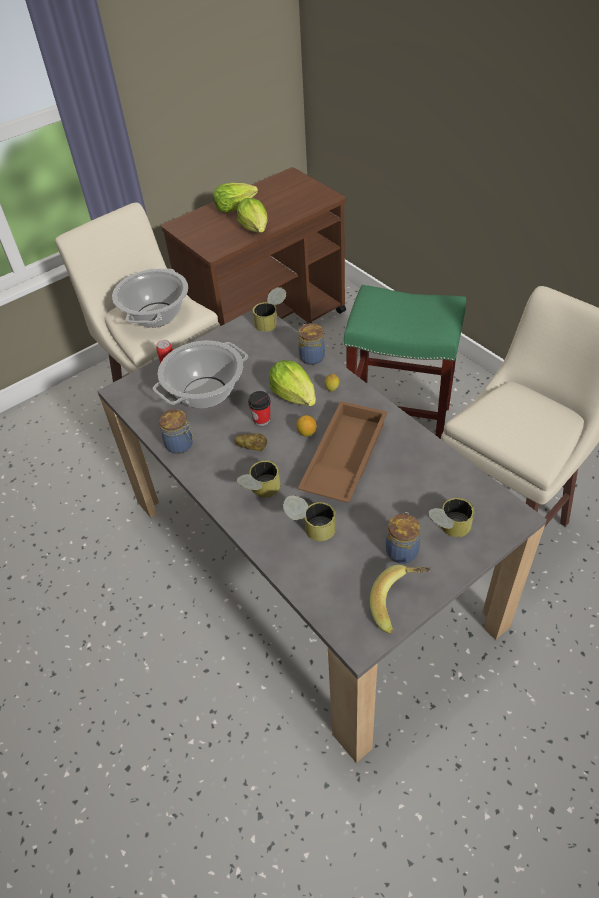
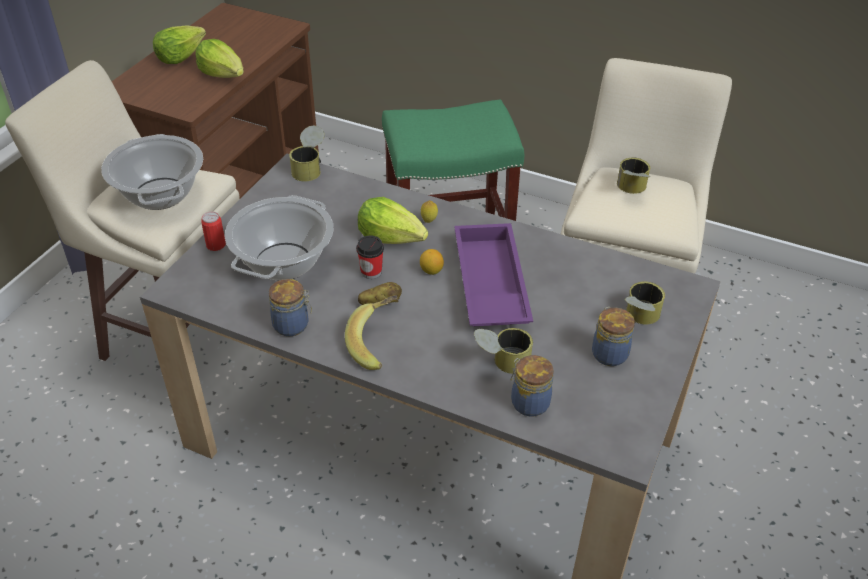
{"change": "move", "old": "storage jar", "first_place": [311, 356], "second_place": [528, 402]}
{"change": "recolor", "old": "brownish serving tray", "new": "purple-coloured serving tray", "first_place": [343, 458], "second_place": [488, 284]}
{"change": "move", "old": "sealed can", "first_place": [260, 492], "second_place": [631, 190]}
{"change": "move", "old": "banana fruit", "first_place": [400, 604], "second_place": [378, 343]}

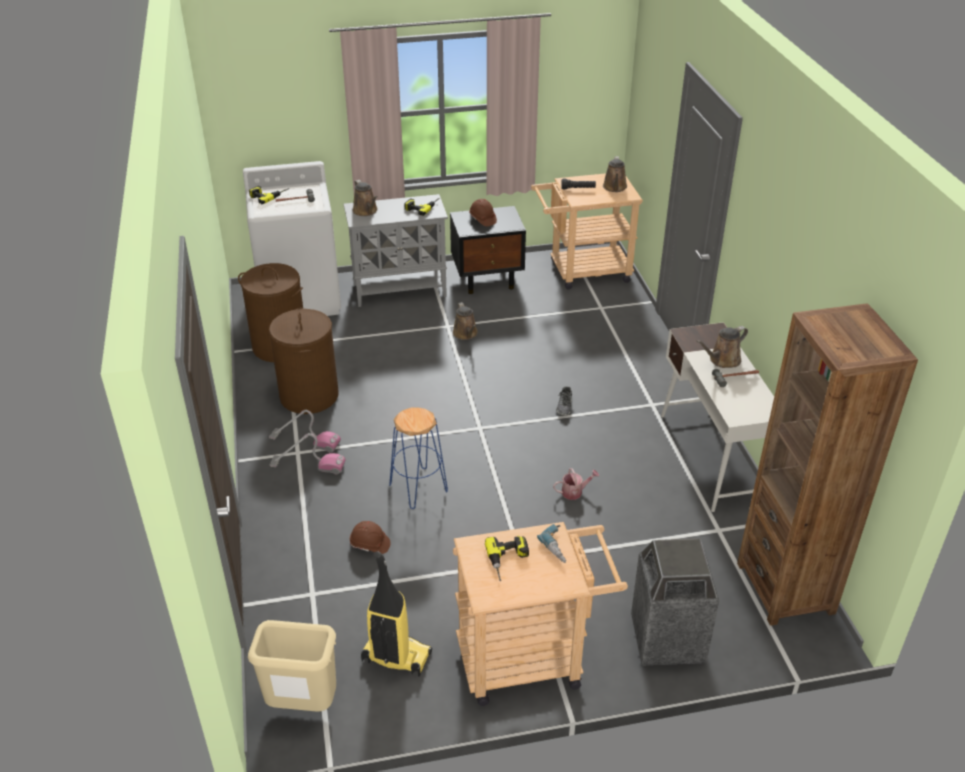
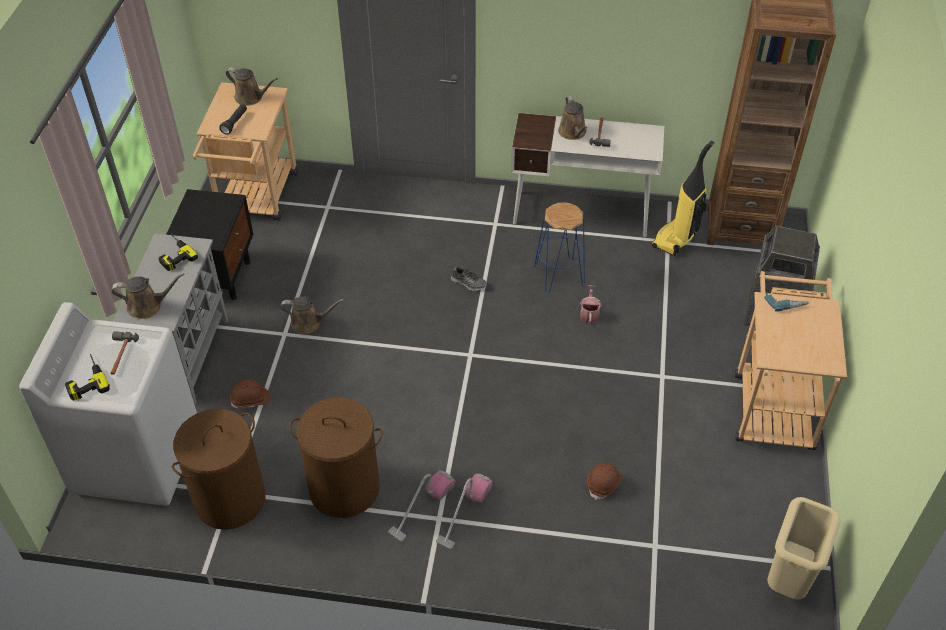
{"change": "move", "old": "brownish safety helmet", "first_place": [482, 219], "second_place": [250, 400]}
{"change": "move", "old": "bluish stool seat", "first_place": [418, 488], "second_place": [558, 275]}
{"change": "delete", "old": "electric drill", "first_place": [509, 561]}
{"change": "move", "old": "vacuum cleaner", "first_place": [395, 657], "second_place": [676, 239]}

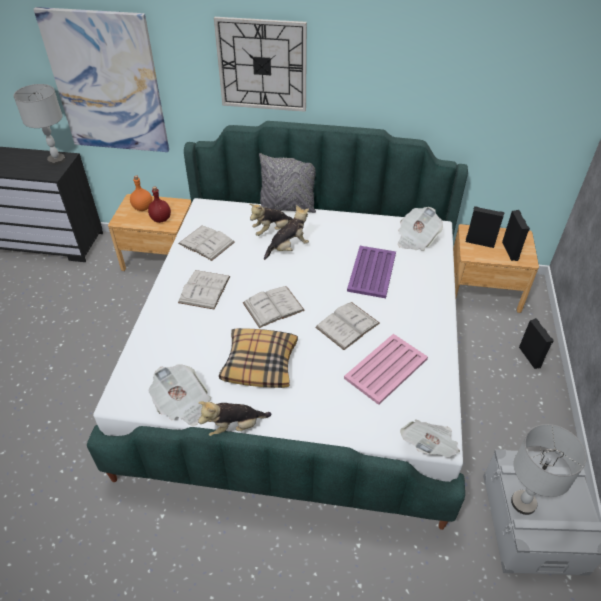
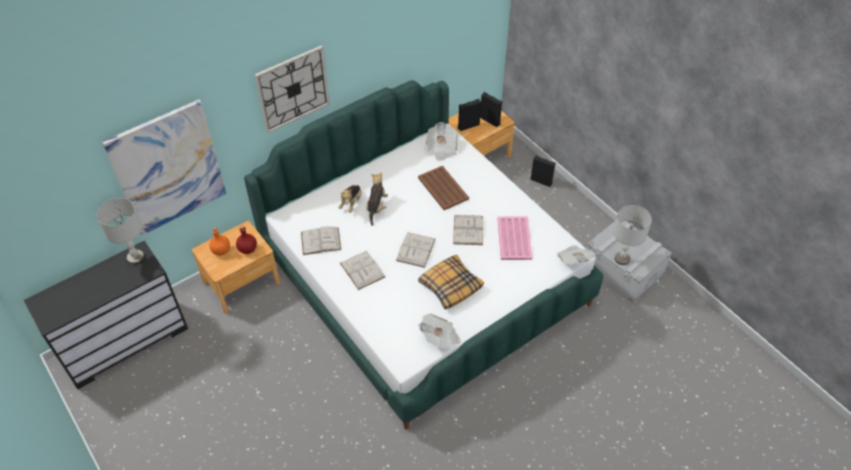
{"change": "delete", "old": "grey pillow", "first_place": [287, 208]}
{"change": "recolor", "old": "purple-coloured serving tray", "new": "brownish serving tray", "first_place": [372, 271], "second_place": [443, 188]}
{"change": "delete", "old": "plush toy", "first_place": [234, 427]}

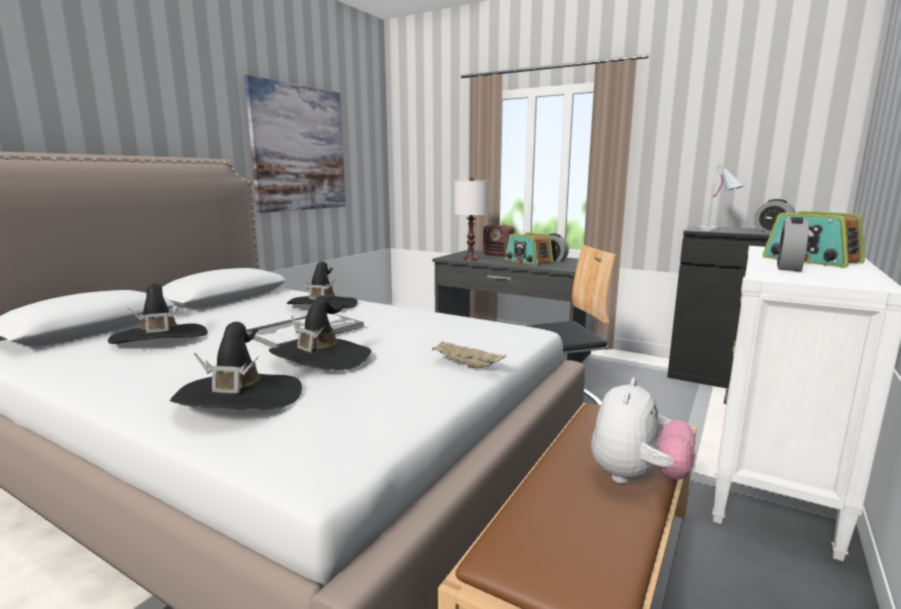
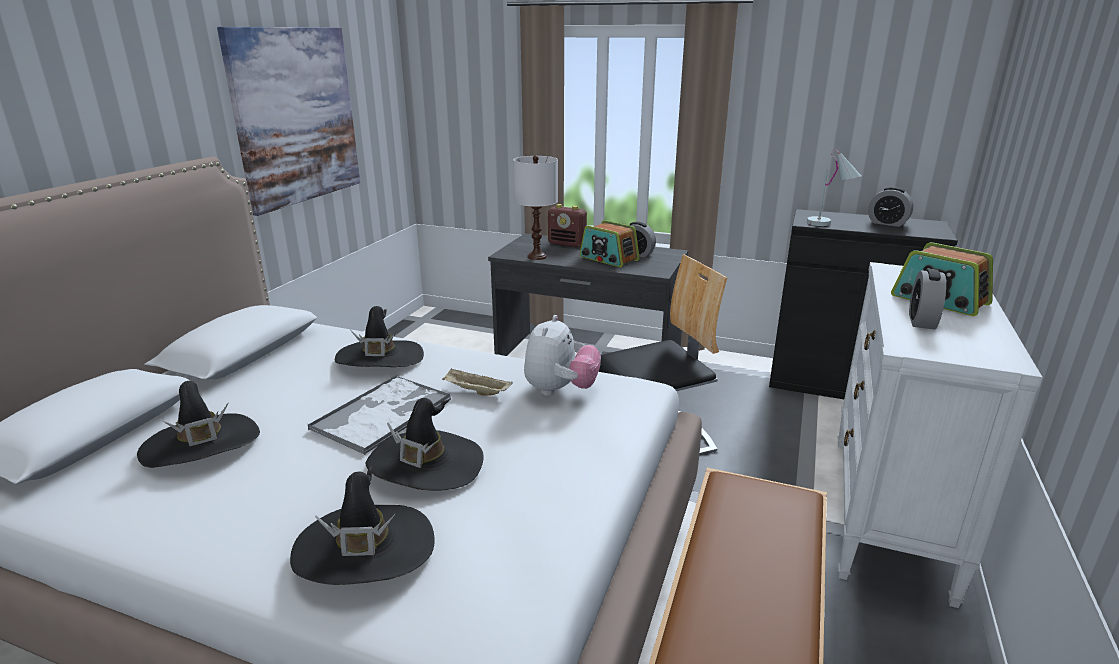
{"change": "move", "old": "sand-coloured serving tray", "first_place": [466, 365], "second_place": [476, 392]}
{"change": "move", "old": "plush toy", "first_place": [636, 477], "second_place": [560, 390]}

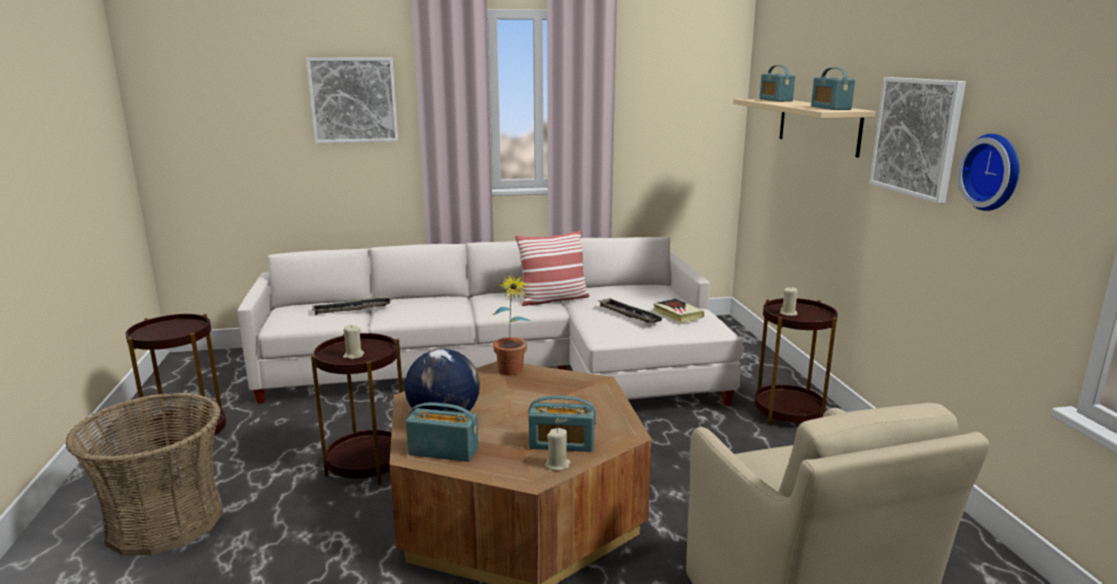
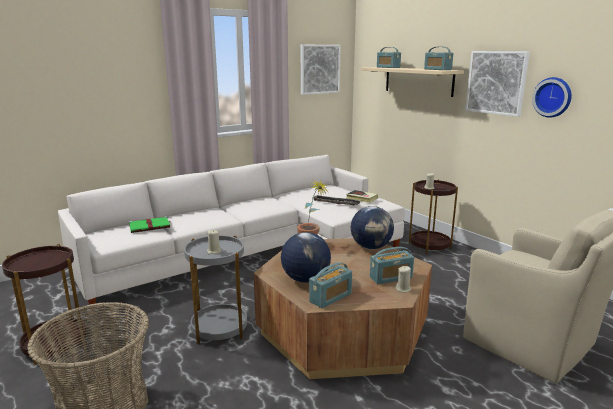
{"change": "move", "old": "wall picture", "first_place": [353, 100], "second_place": [319, 69]}
{"change": "delete", "old": "pillow", "first_place": [553, 299]}
{"change": "replace", "old": "serving tray", "new": "greenish bound book", "first_place": [352, 309], "second_place": [150, 226]}
{"change": "recolor", "old": "brownish accent table", "new": "grey accent table", "first_place": [367, 464], "second_place": [219, 329]}
{"change": "rotate", "old": "radio", "first_place": [443, 451], "second_place": [330, 297], "degrees": 150}
{"change": "insert", "new": "desk globe", "second_place": [371, 247]}

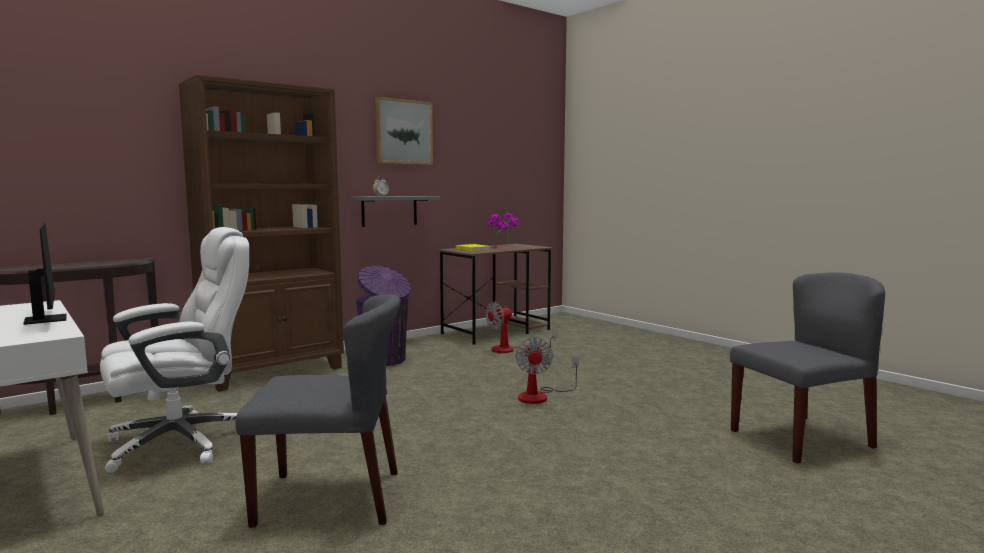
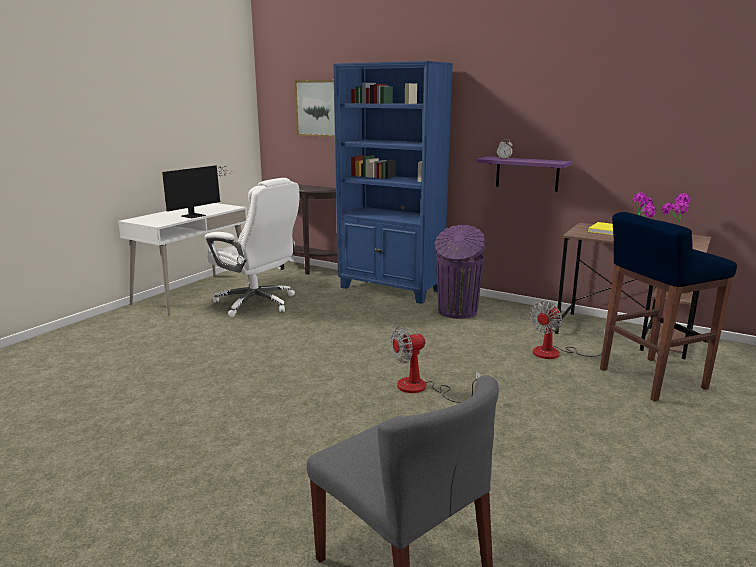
{"change": "recolor", "old": "brownish bookshelf", "new": "bluish bookshelf", "first_place": [274, 372], "second_place": [391, 289]}
{"change": "move", "old": "wall picture", "first_place": [403, 132], "second_place": [319, 108]}
{"change": "recolor", "old": "grey bracket shelf", "new": "purple-coloured bracket shelf", "first_place": [389, 211], "second_place": [527, 173]}
{"change": "delete", "old": "grey plain chair", "first_place": [330, 497]}
{"change": "rotate", "old": "fan", "first_place": [511, 351], "second_place": [556, 353], "degrees": -90}
{"change": "insert", "new": "bluish stool seat", "second_place": [650, 379]}

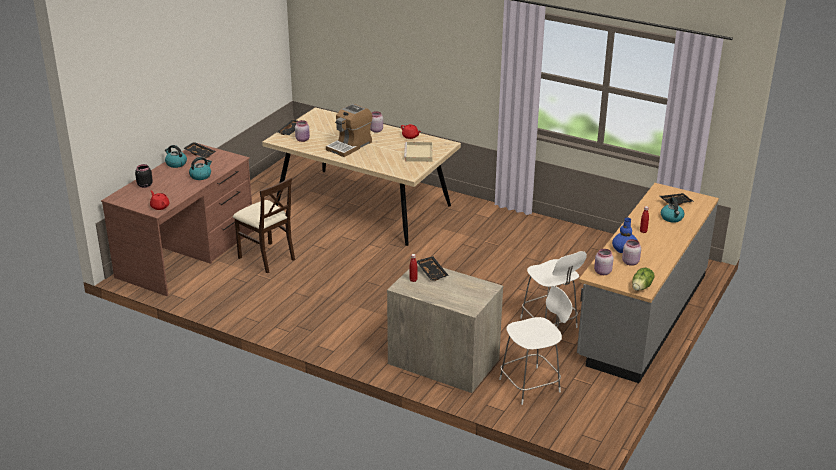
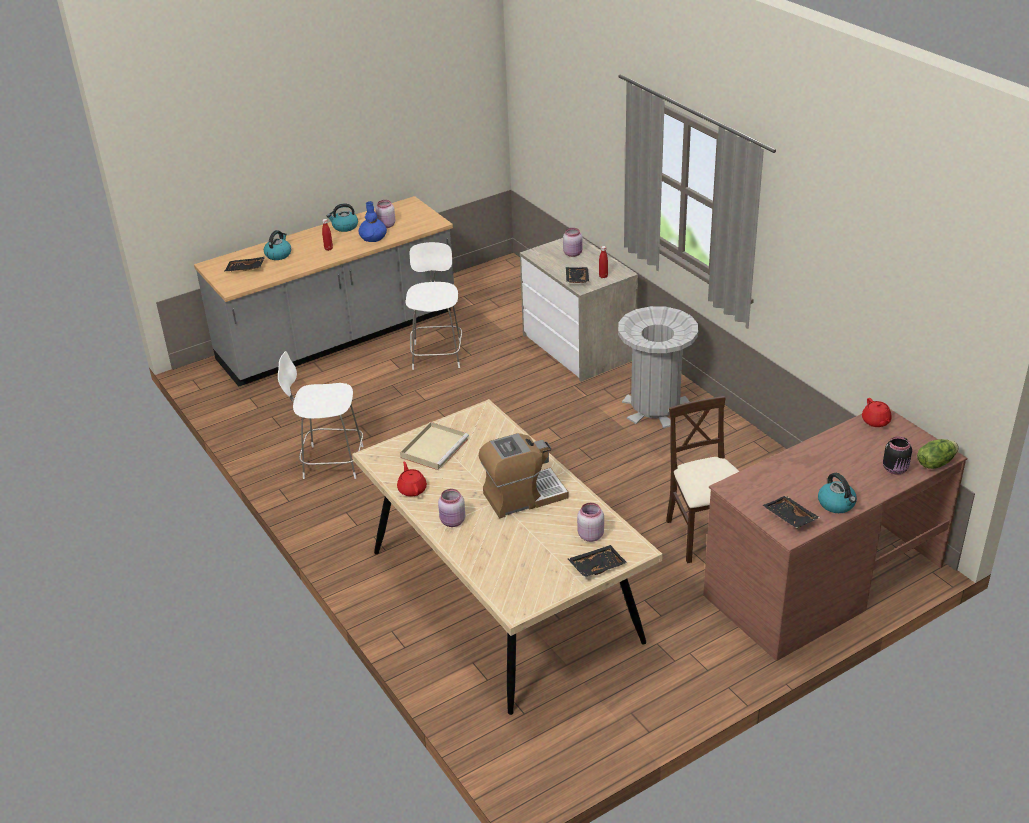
{"change": "move", "old": "kettle", "first_place": [200, 176], "second_place": [344, 227]}
{"change": "move", "old": "pink storage jar", "first_place": [602, 272], "second_place": [573, 253]}
{"change": "move", "old": "lettuce head", "first_place": [642, 287], "second_place": [935, 463]}
{"change": "move", "old": "white stool seat", "first_place": [531, 385], "second_place": [330, 462]}
{"change": "insert", "new": "grey trash can", "second_place": [655, 407]}

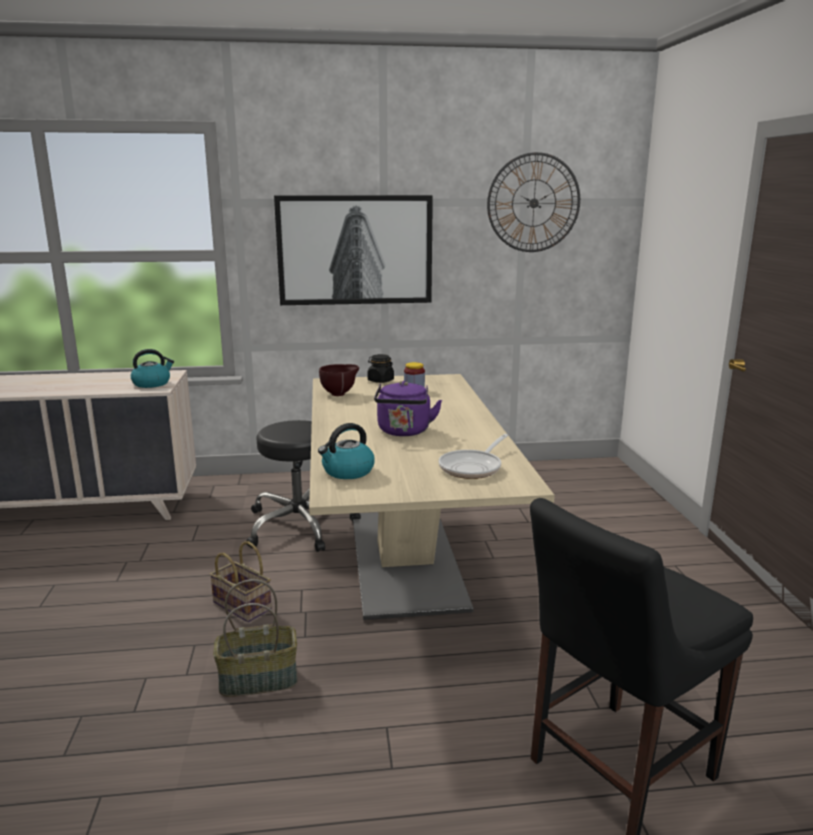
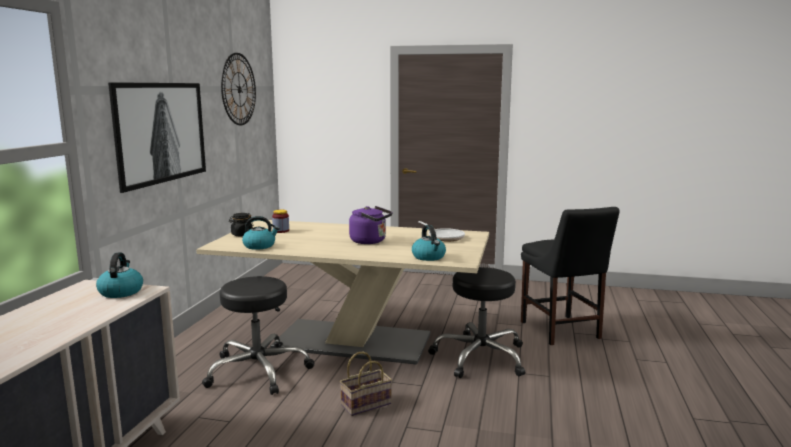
{"change": "replace", "old": "brownish bowl", "new": "kettle", "first_place": [340, 394], "second_place": [260, 246]}
{"change": "delete", "old": "household basket", "first_place": [259, 679]}
{"change": "insert", "new": "blackish stool seat", "second_place": [480, 357]}

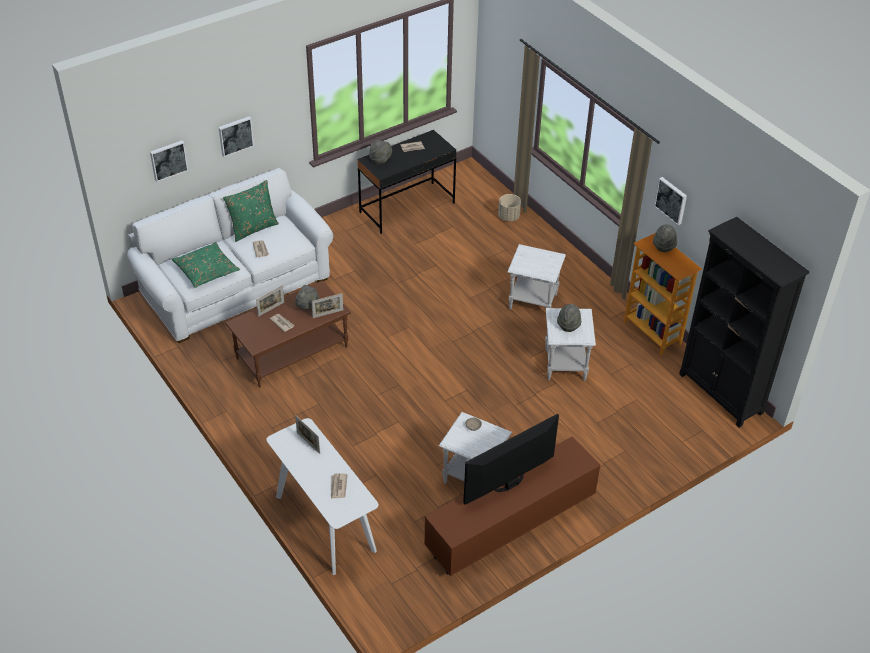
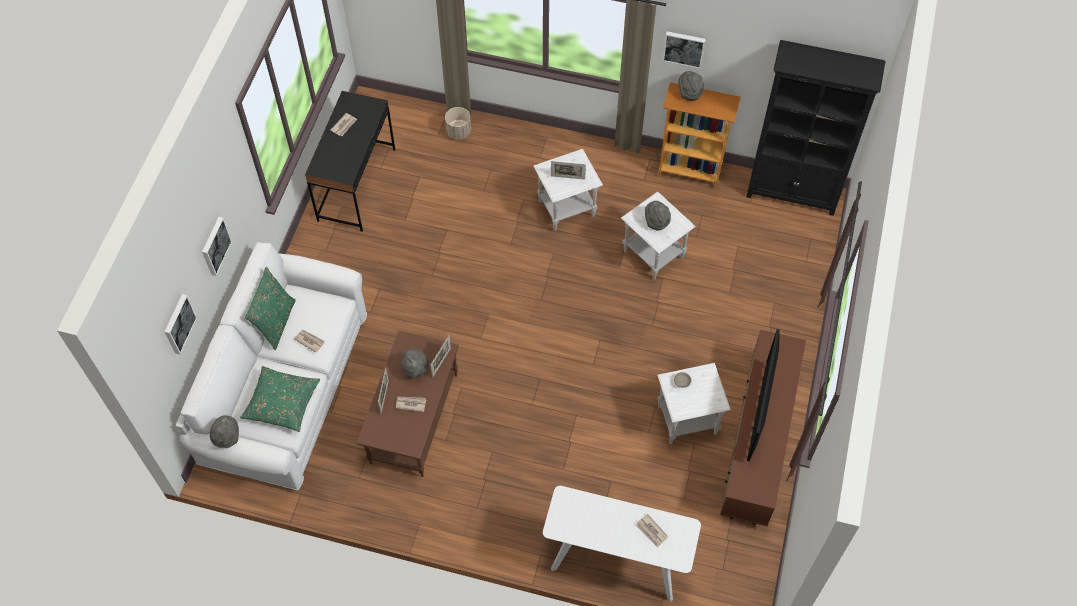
{"change": "move", "old": "grey wearable hat", "first_place": [380, 159], "second_place": [227, 437]}
{"change": "move", "old": "standing frame", "first_place": [308, 443], "second_place": [567, 177]}

